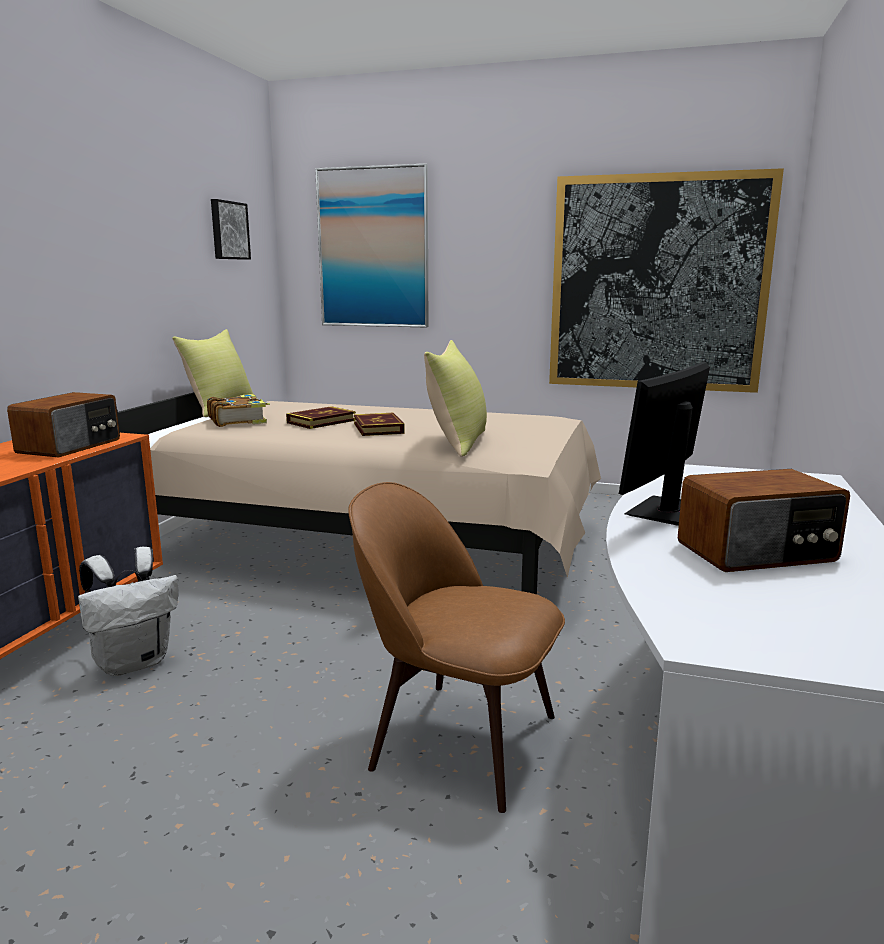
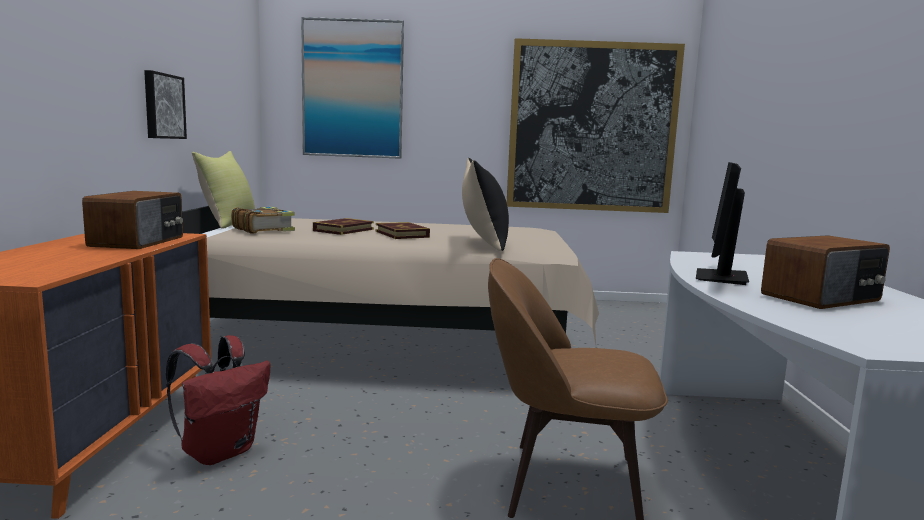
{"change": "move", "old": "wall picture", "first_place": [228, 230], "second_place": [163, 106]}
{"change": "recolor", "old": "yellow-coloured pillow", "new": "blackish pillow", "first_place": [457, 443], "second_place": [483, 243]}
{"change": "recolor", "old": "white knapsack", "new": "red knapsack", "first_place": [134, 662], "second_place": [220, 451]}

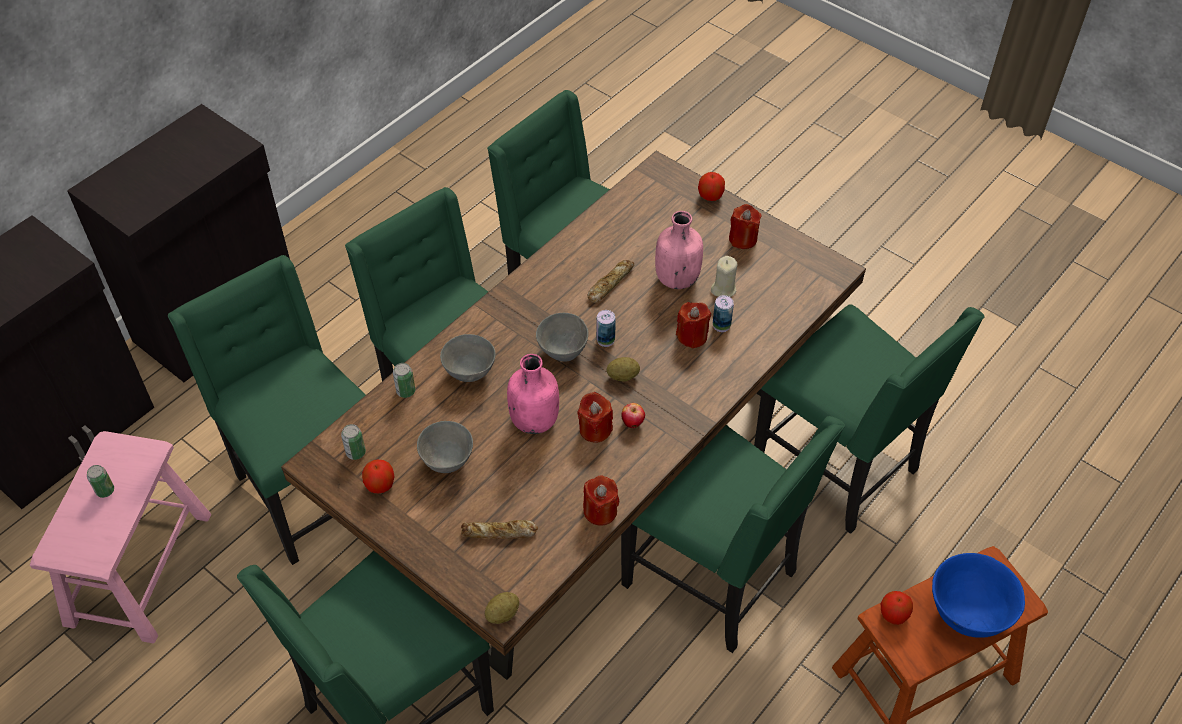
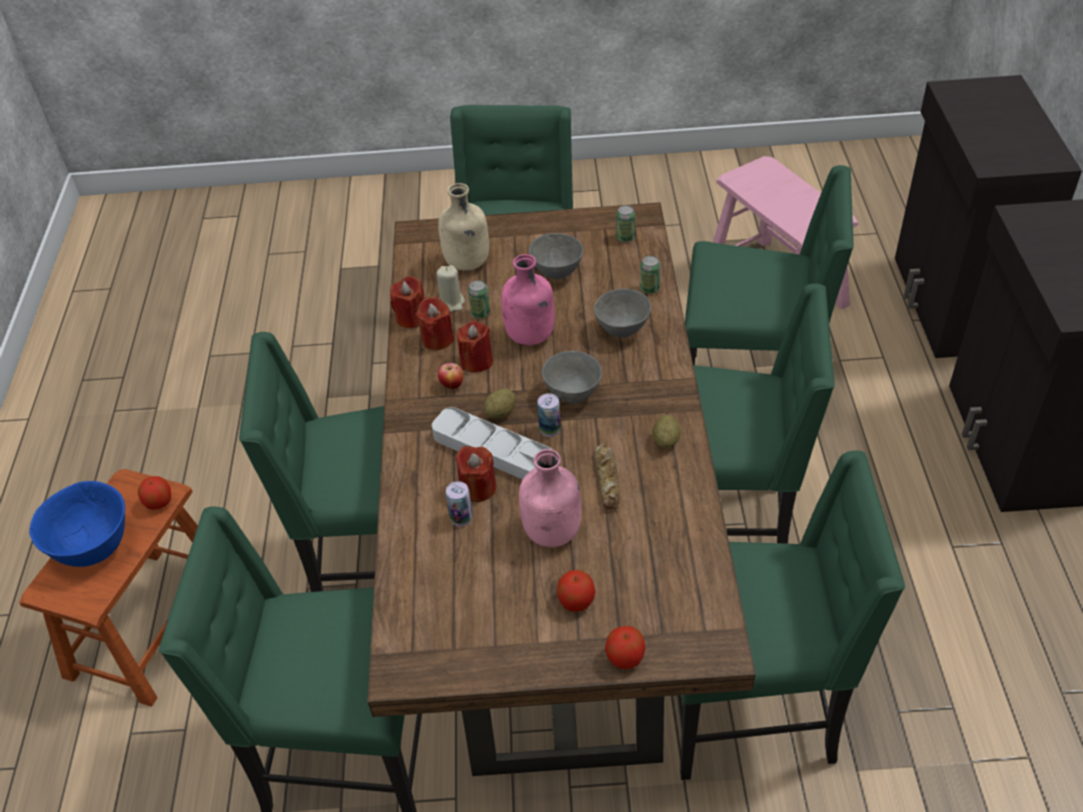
{"change": "move", "old": "red wax light", "first_place": [743, 239], "second_place": [437, 339]}
{"change": "move", "old": "sand-coloured wax light", "first_place": [723, 289], "second_place": [451, 303]}
{"change": "move", "old": "whole apple", "first_place": [380, 485], "second_place": [576, 602]}
{"change": "move", "old": "sealed can", "first_place": [105, 491], "second_place": [480, 313]}
{"change": "replace", "old": "bread", "new": "sand-coloured beverage bottle", "first_place": [499, 533], "second_place": [467, 263]}
{"change": "move", "old": "whole potato", "first_place": [502, 614], "second_place": [666, 440]}
{"change": "insert", "new": "grey serving tray", "second_place": [493, 450]}

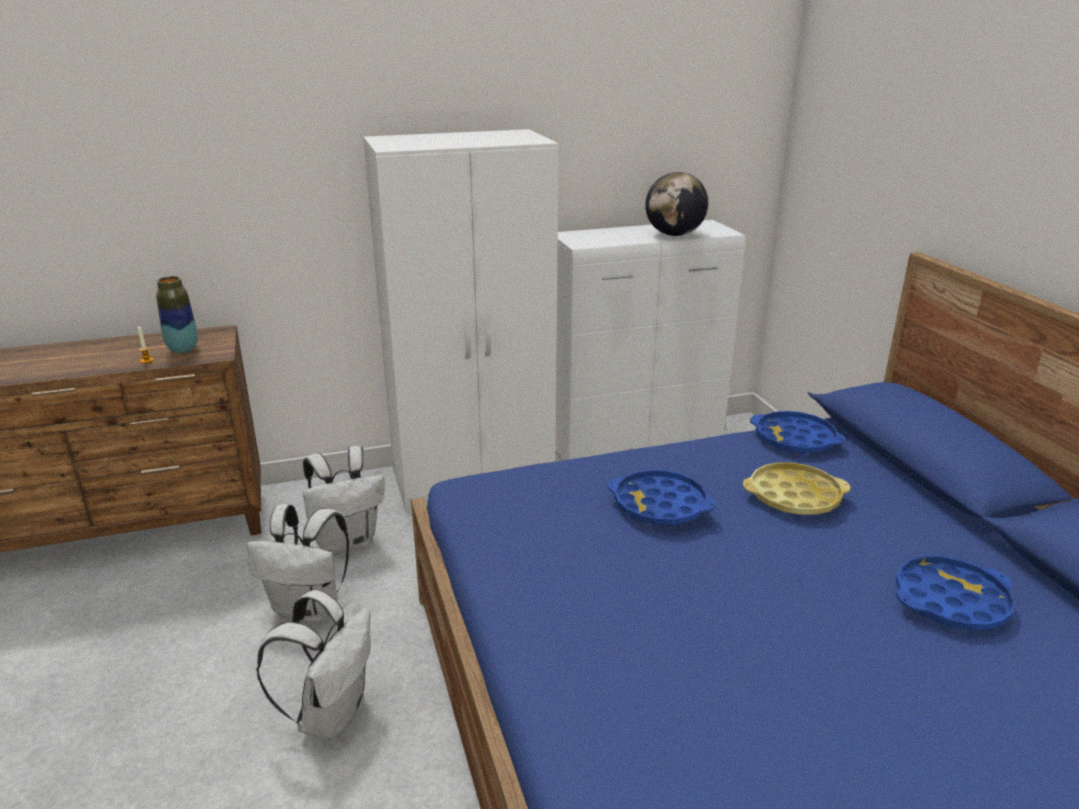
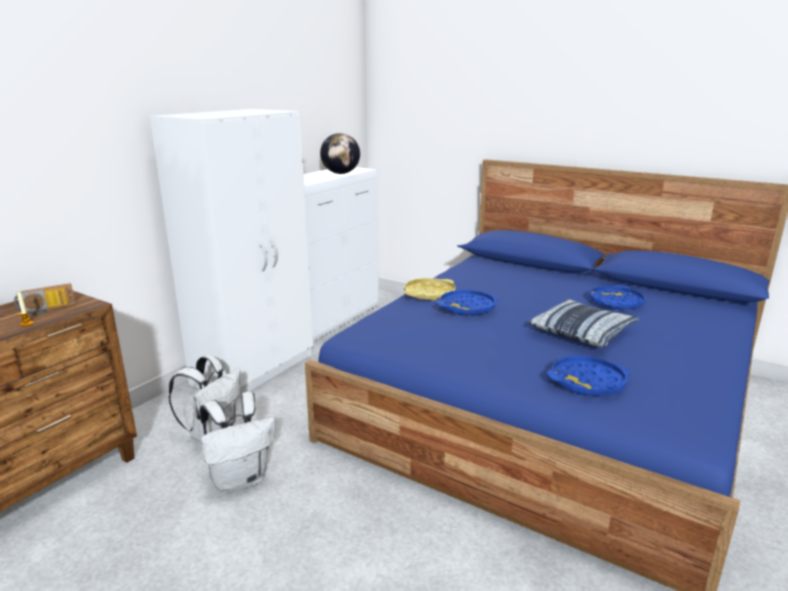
{"change": "replace", "old": "vase", "new": "radio", "first_place": [183, 349], "second_place": [47, 309]}
{"change": "move", "old": "bluish serving tray", "first_place": [795, 439], "second_place": [587, 382]}
{"change": "move", "old": "yellow-coloured serving tray", "first_place": [794, 496], "second_place": [429, 294]}
{"change": "delete", "old": "white knapsack", "first_place": [331, 714]}
{"change": "insert", "new": "pillow", "second_place": [582, 332]}

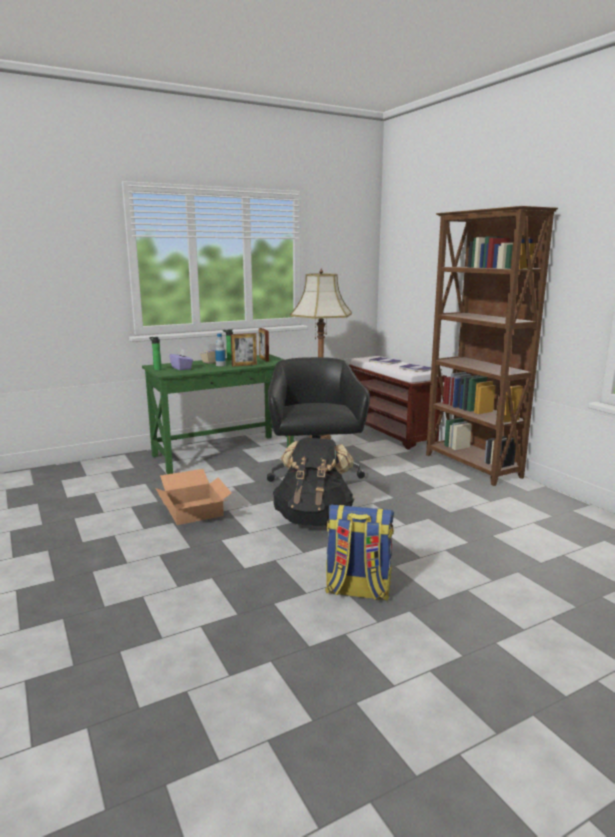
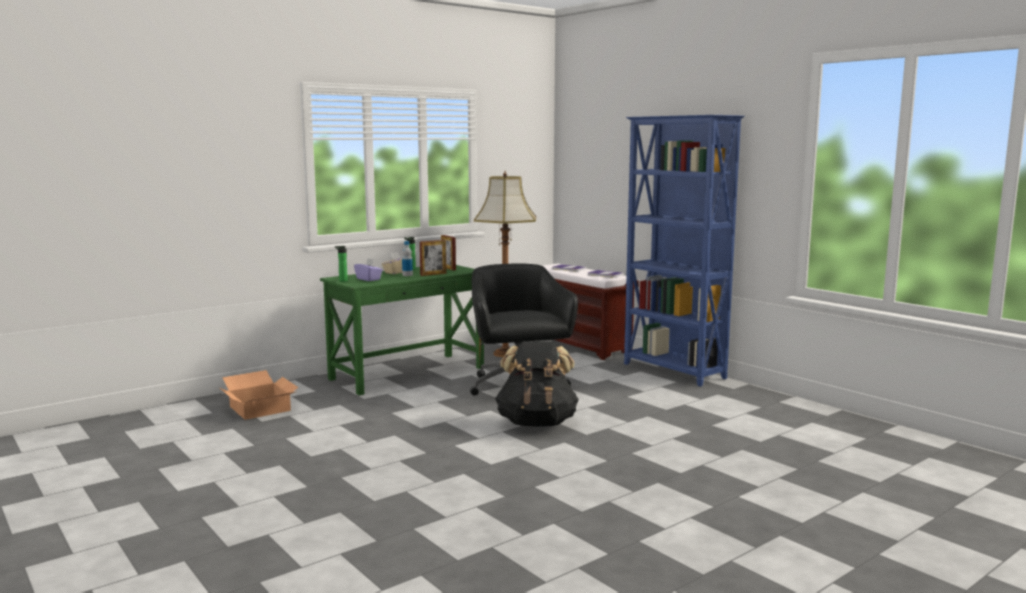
{"change": "recolor", "old": "brownish bookshelf", "new": "bluish bookshelf", "first_place": [472, 466], "second_place": [673, 371]}
{"change": "move", "old": "packing box", "first_place": [195, 511], "second_place": [261, 408]}
{"change": "delete", "old": "knapsack", "first_place": [357, 591]}

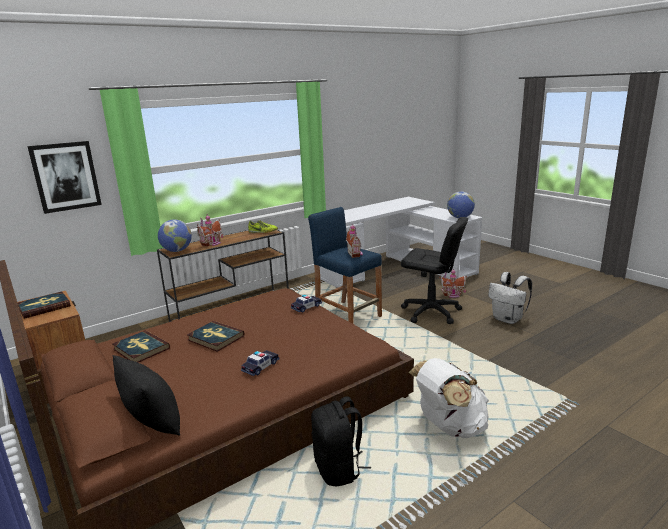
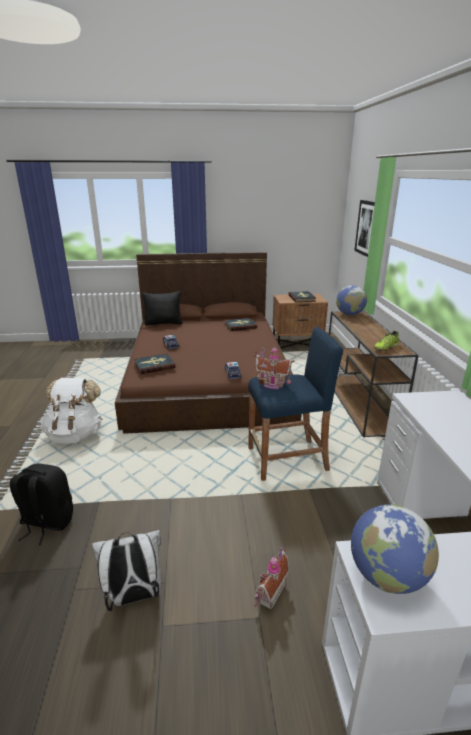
{"change": "delete", "old": "toy house", "first_place": [212, 244]}
{"change": "delete", "old": "blackish computer chair", "first_place": [431, 312]}
{"change": "move", "old": "bound book", "first_place": [215, 338], "second_place": [154, 365]}
{"change": "move", "old": "blackish knapsack", "first_place": [338, 469], "second_place": [47, 523]}

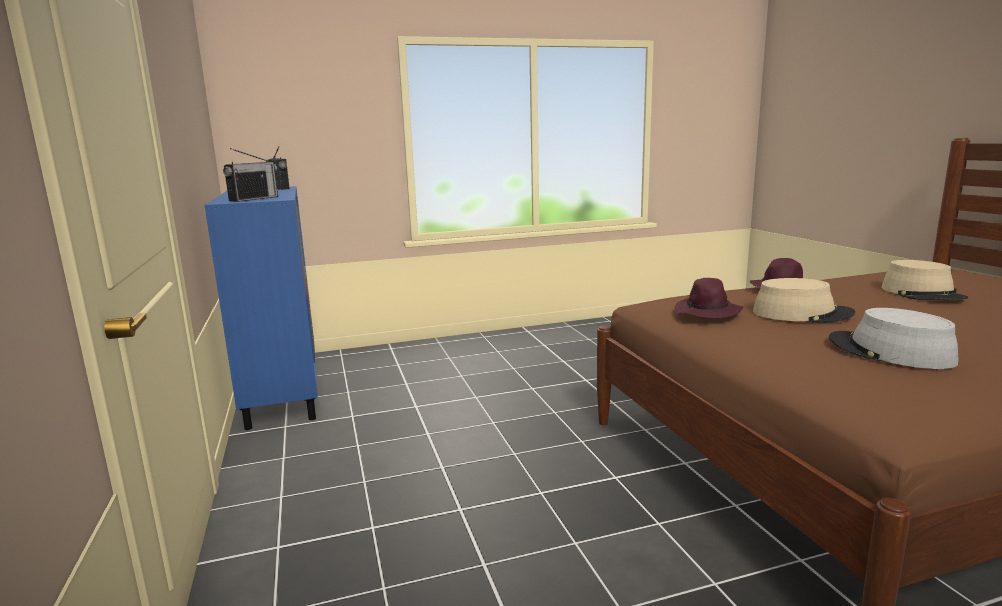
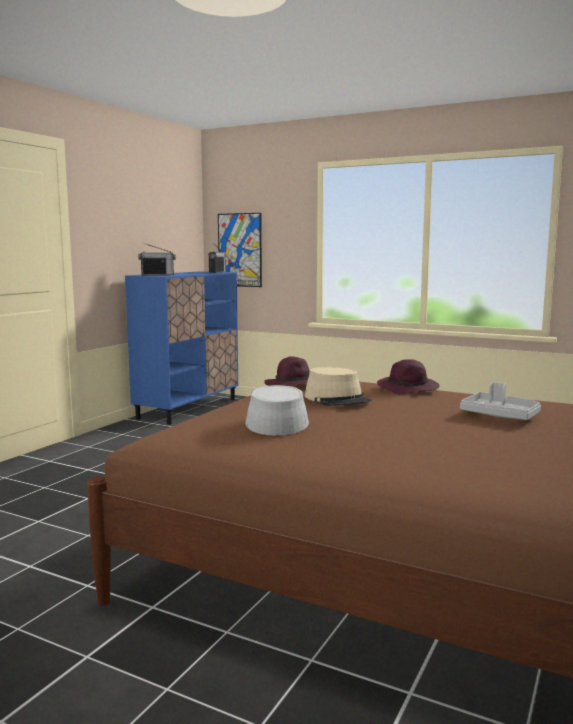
{"change": "replace", "old": "sand-coloured wearable hat", "new": "grey serving tray", "first_place": [922, 293], "second_place": [500, 415]}
{"change": "insert", "new": "wall picture", "second_place": [239, 250]}

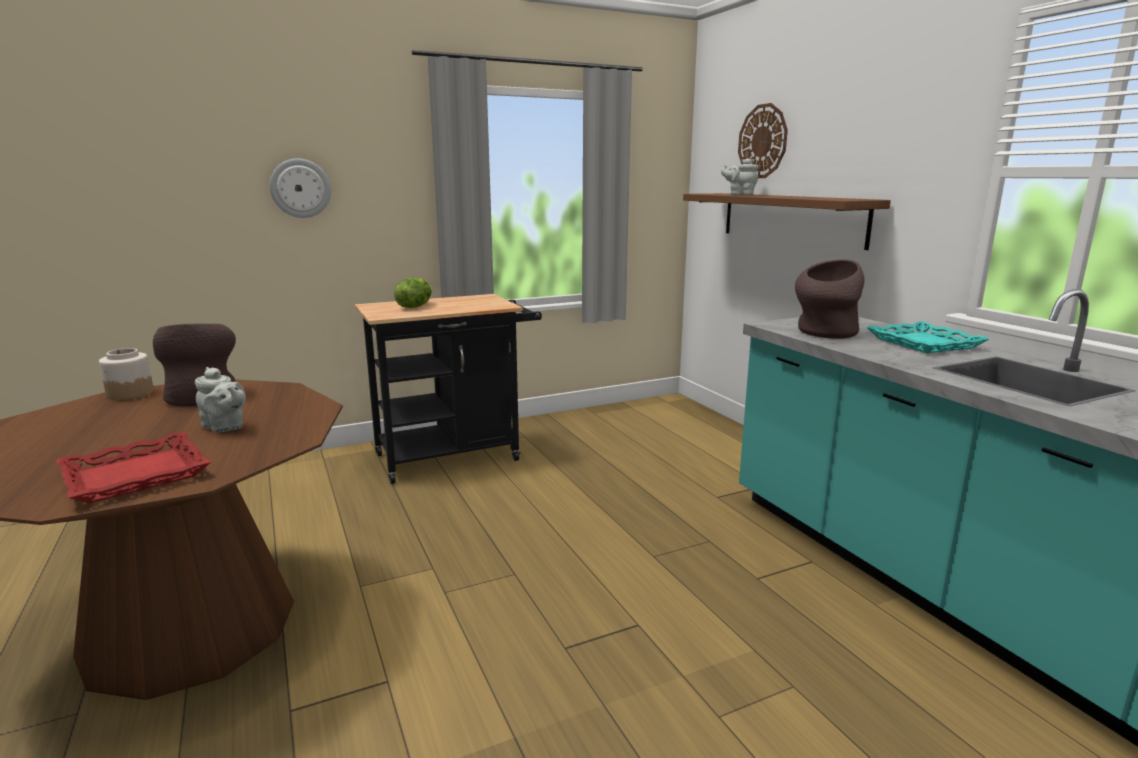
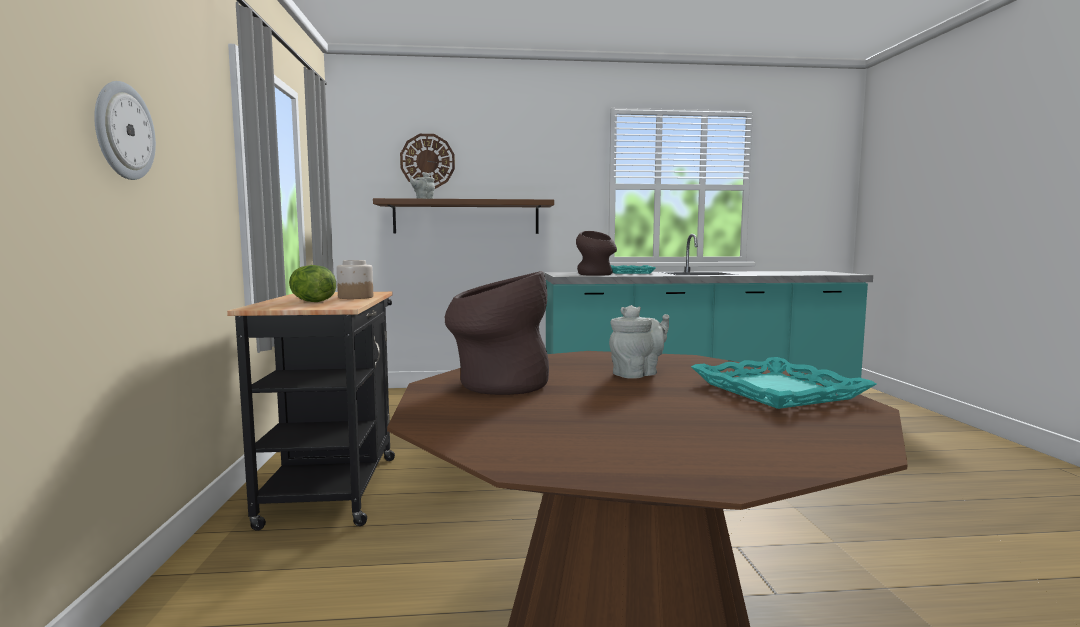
{"change": "move", "old": "storage jar", "first_place": [130, 394], "second_place": [355, 297]}
{"change": "recolor", "old": "red serving tray", "new": "blue-green serving tray", "first_place": [136, 475], "second_place": [775, 391]}

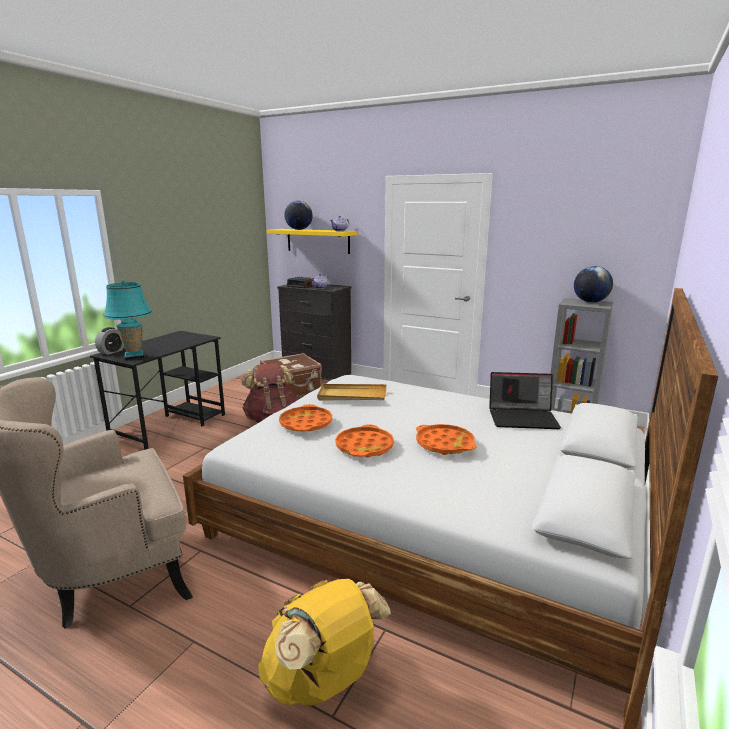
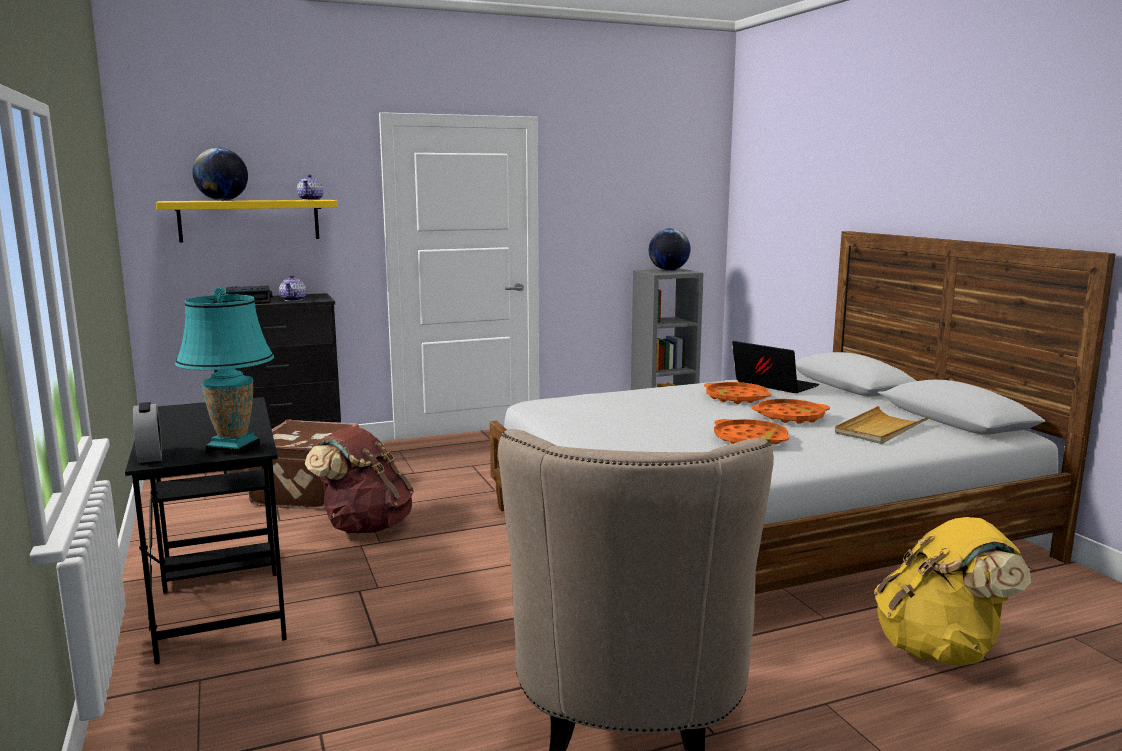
{"change": "rotate", "old": "laptop", "first_place": [523, 418], "second_place": [772, 385], "degrees": -90}
{"change": "move", "old": "sand-coloured serving tray", "first_place": [352, 395], "second_place": [880, 429]}
{"change": "move", "old": "orange-coloured serving tray", "first_place": [306, 424], "second_place": [736, 398]}

